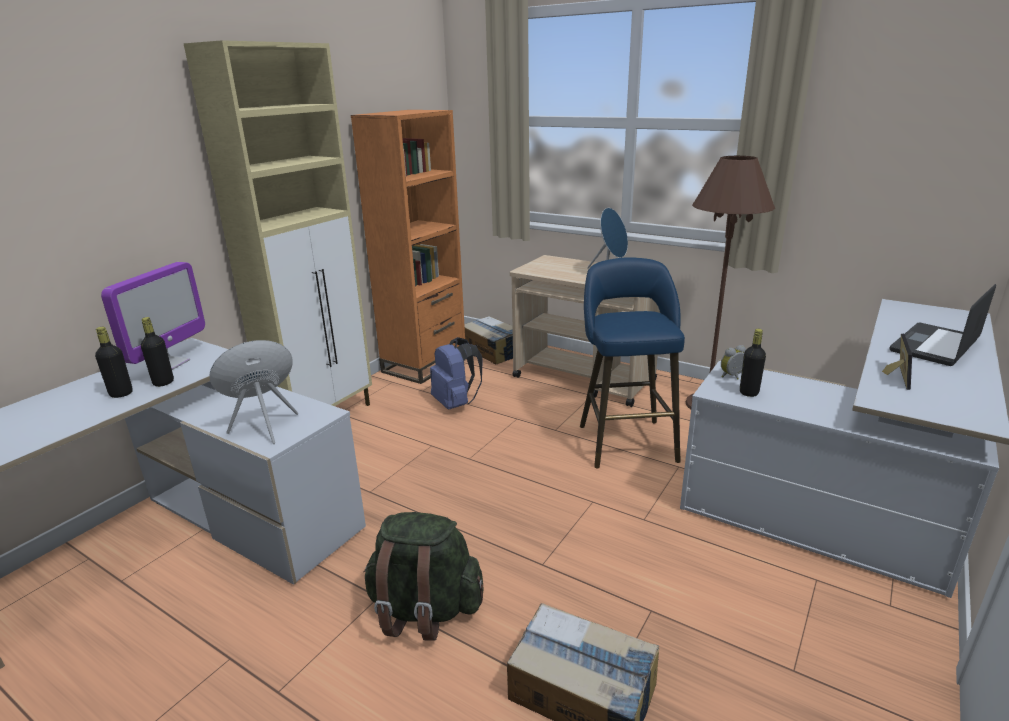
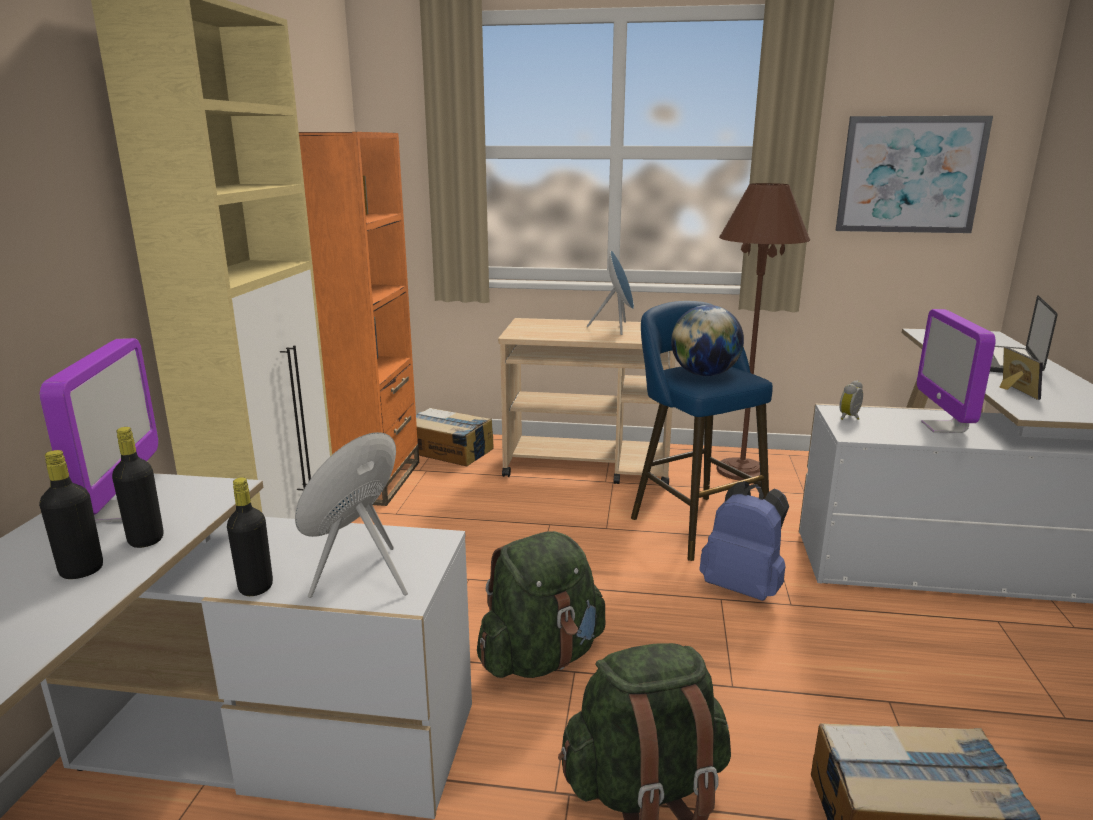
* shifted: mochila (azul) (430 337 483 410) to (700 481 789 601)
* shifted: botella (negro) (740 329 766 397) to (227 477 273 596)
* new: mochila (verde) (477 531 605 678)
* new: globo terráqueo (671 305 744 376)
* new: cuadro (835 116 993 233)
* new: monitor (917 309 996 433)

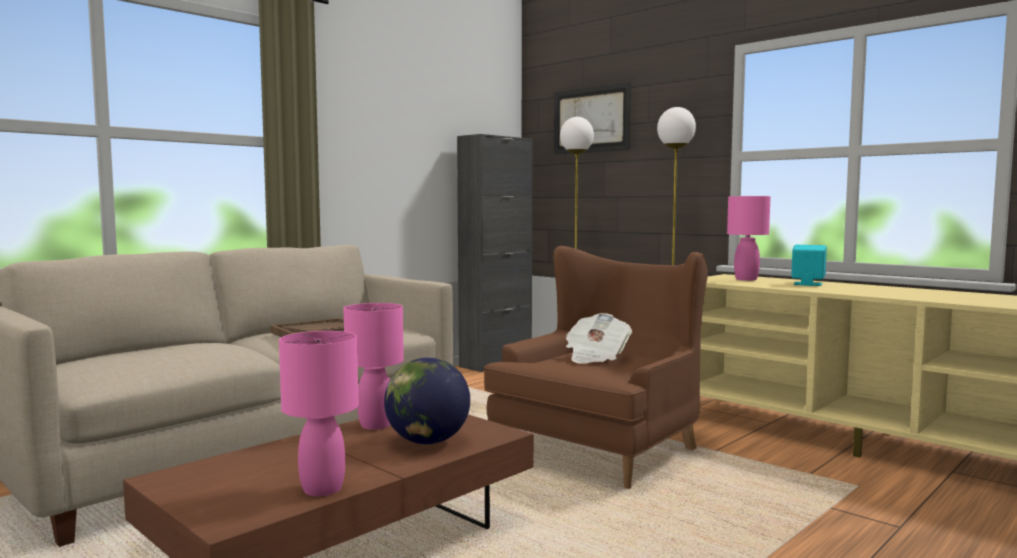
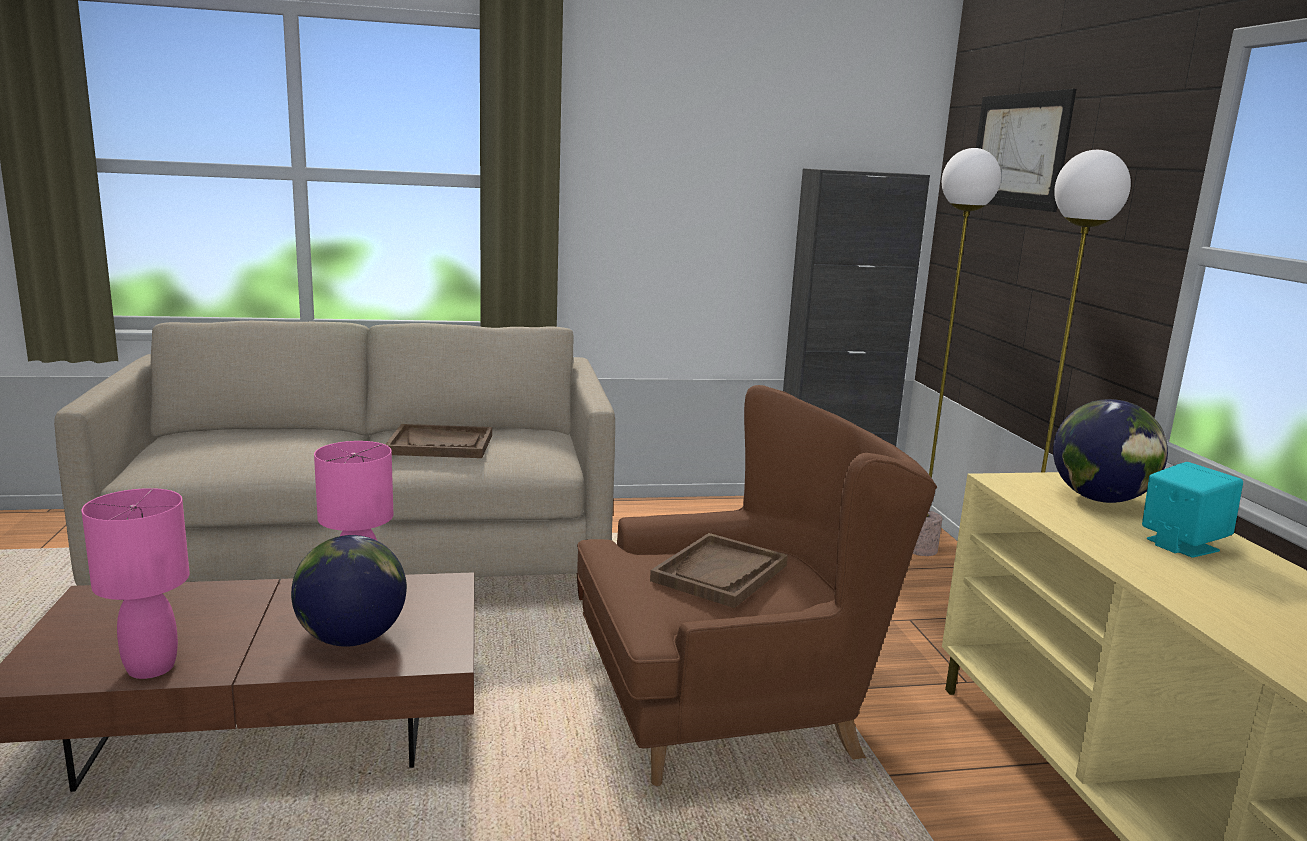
* swapped: periódico (565 313 632 364) to bandeja (marrón) (650 533 788 608)
* swapped: lámpara de mesa (rosa) (727 196 771 281) to globo terráqueo (1053 399 1168 503)

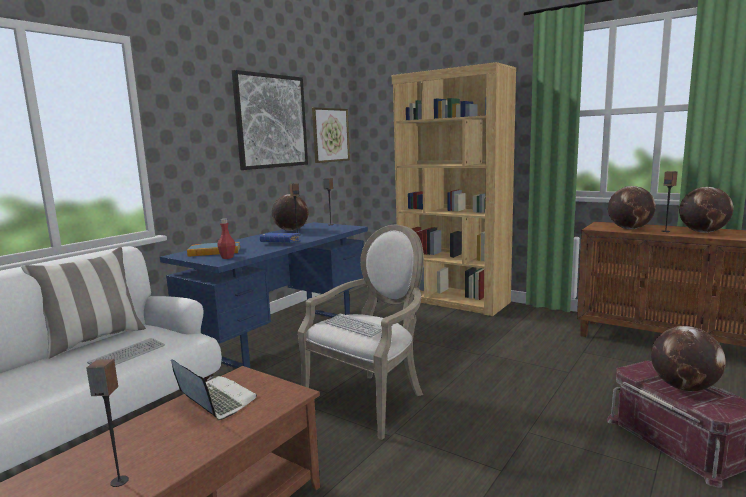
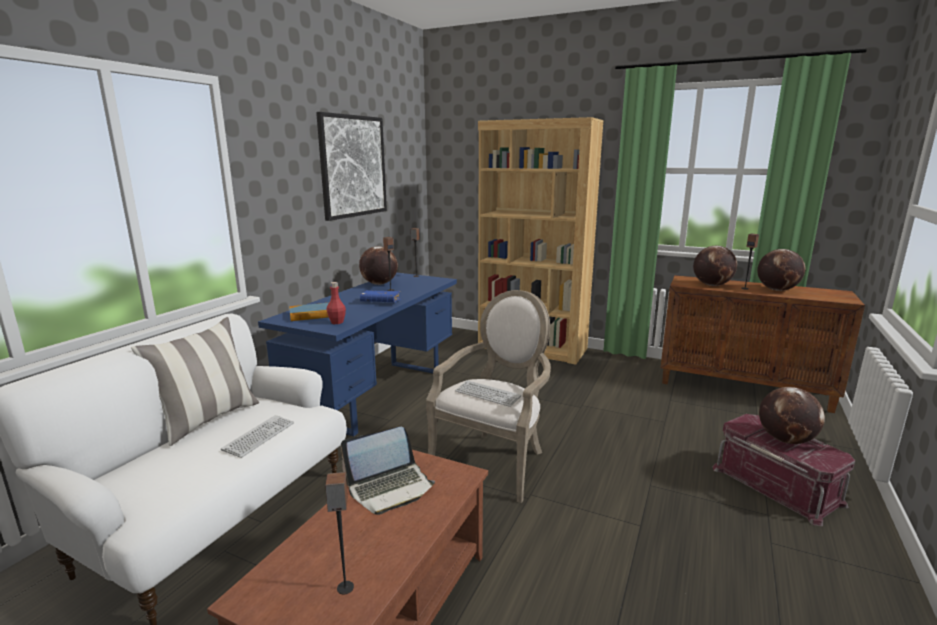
* rotated: portátil (171 359 257 420) = (341 427 435 515) 120 degrees clockwise
* gone: cuadro (312 107 350 163)

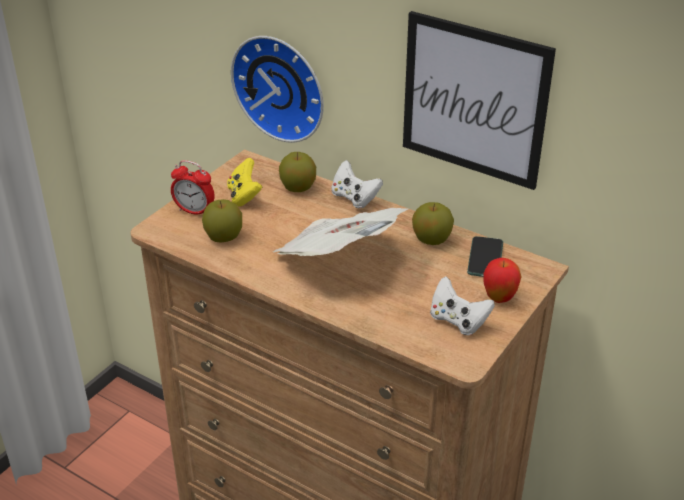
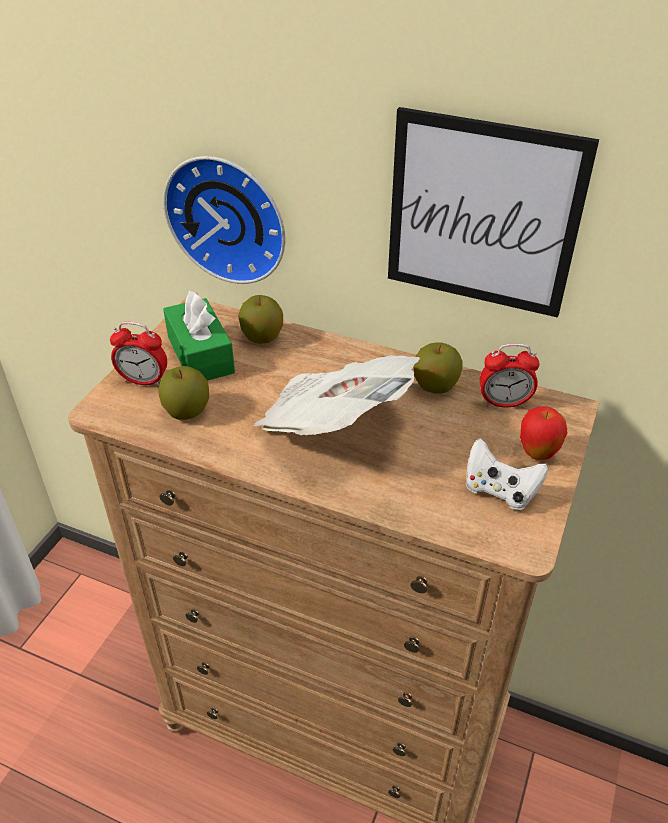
* swapped: mando de consola (amarillo) (227 158 262 207) to caja de pañuelos (verde) (163 291 235 381)
* gone: mando de consola (blanco) (331 160 383 208)
* swapped: móvil (467 236 503 277) to despertador (480 343 540 407)

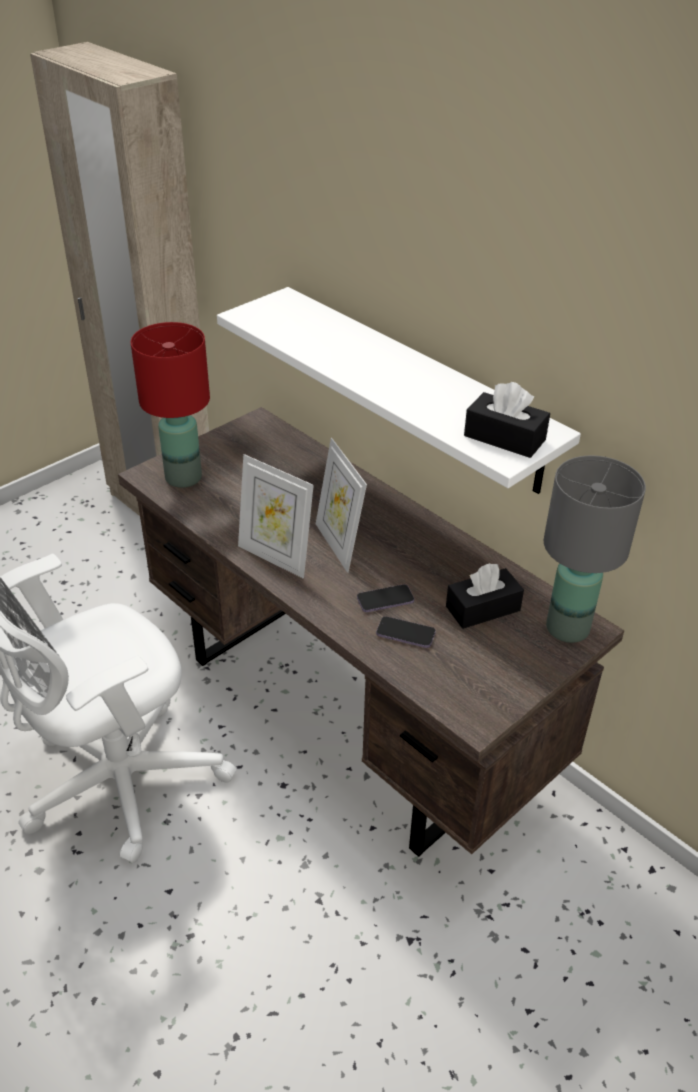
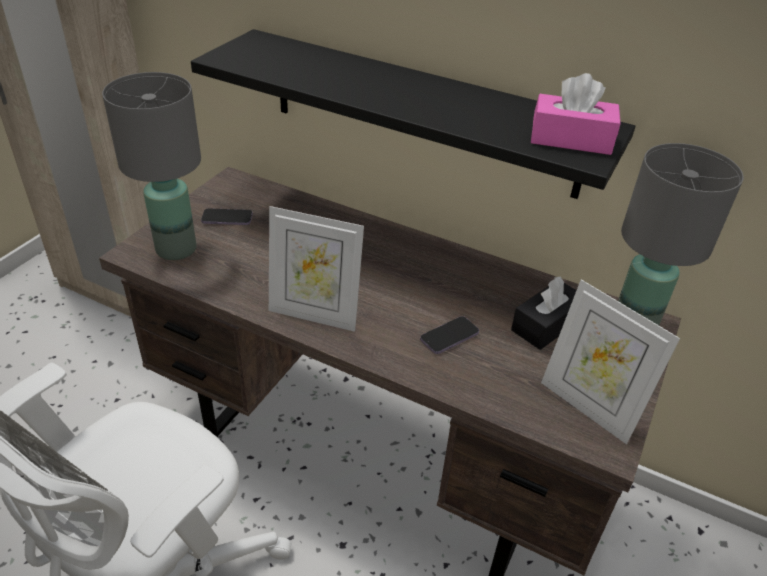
* repainted: lámpara de mesa (rojo) (131 322 210 488) to lámpara de mesa (gris) (102 72 201 260)
* repainted: estante (blanco) (217 287 581 494) to estante (negro) (191 29 635 199)
* shifted: portarretratos (316 438 367 573) to (541 279 680 444)
* shifted: móvil (376 616 436 648) to (201 208 253 225)
* repainted: caja de pañuelos (negro) (464 382 550 458) to caja de pañuelos (rosa) (531 73 621 155)

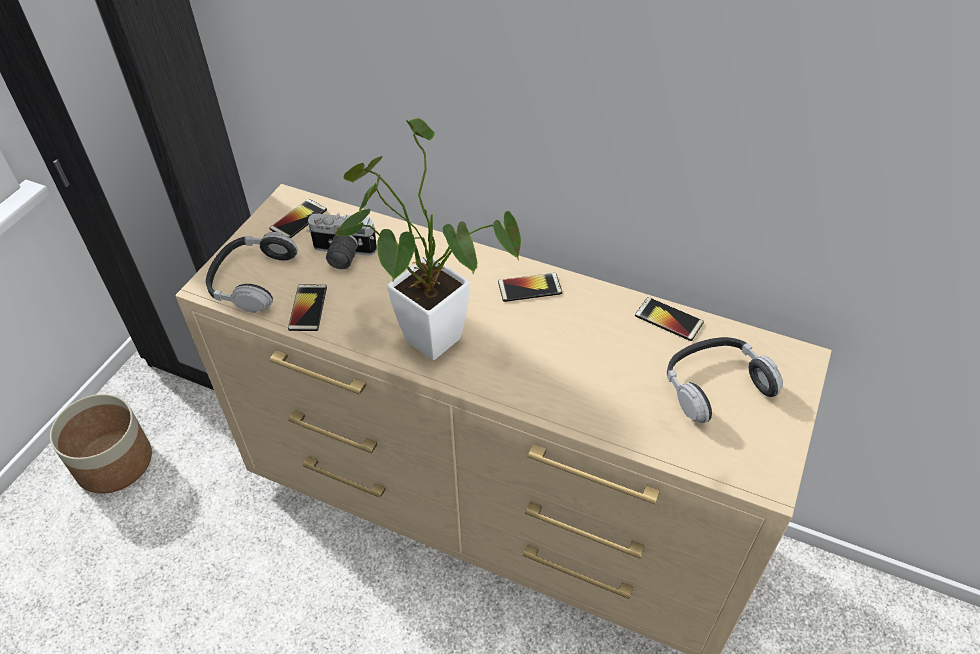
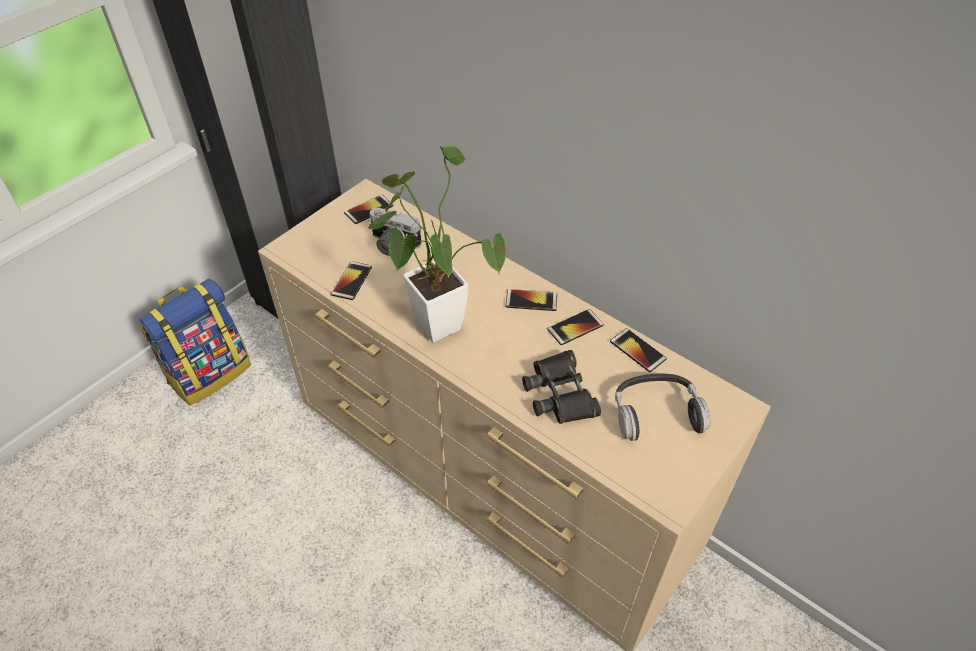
* swapped: maceta (50 394 152 494) to mochila (139 279 251 405)
* gone: auriculares (206 232 298 313)
* new: prismáticos (negro) (522 350 601 424)
* new: móvil (547 309 604 345)

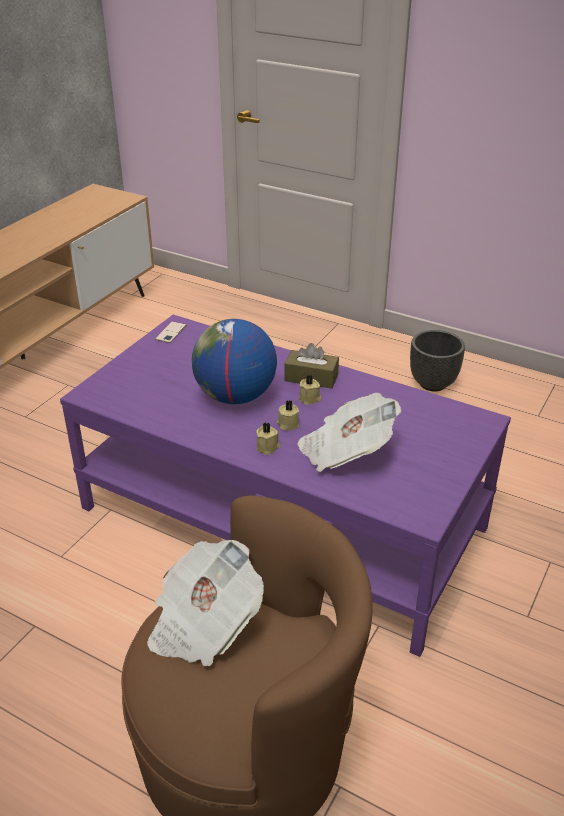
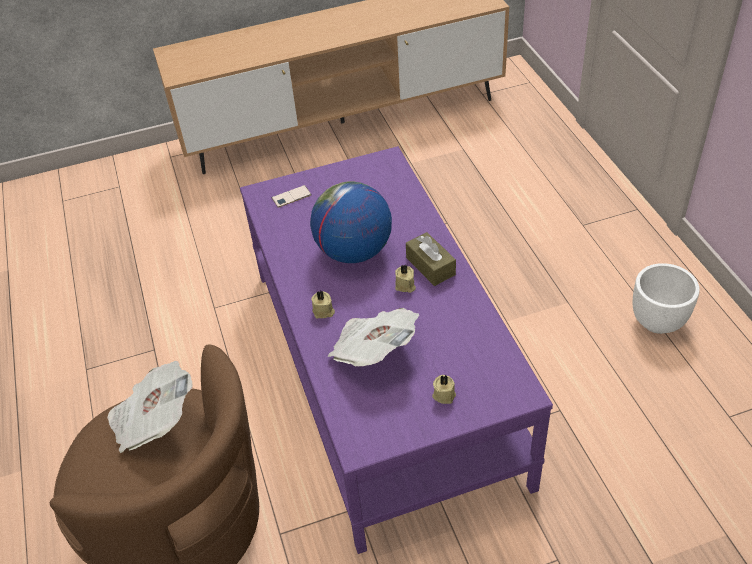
* shifted: móvil (155 321 187 343) to (272 185 312 208)
* shifted: vela (beis) (276 400 300 430) to (432 375 456 404)
* repainted: maceta (negro) (410 330 465 391) to maceta (blanco) (633 263 700 334)

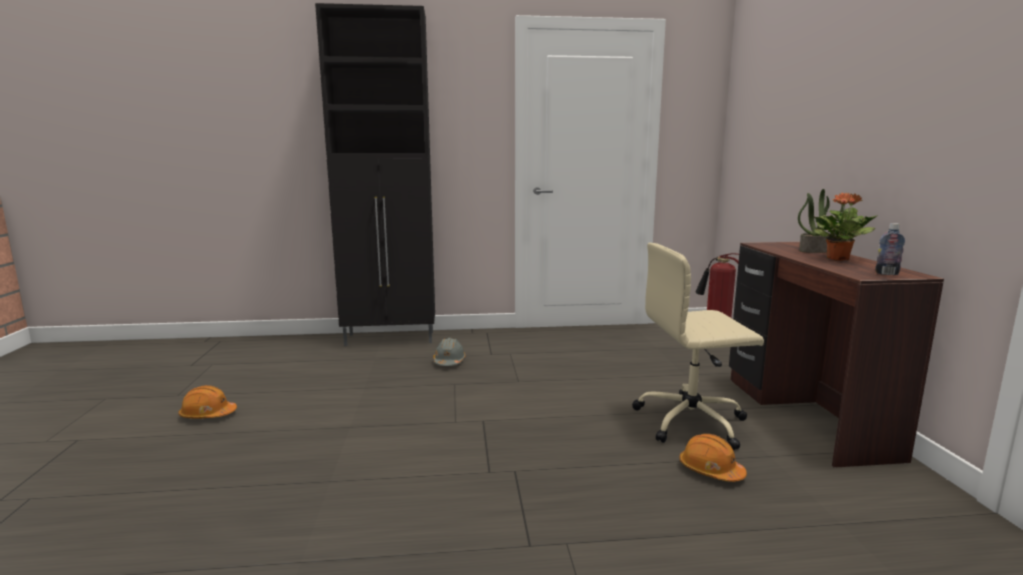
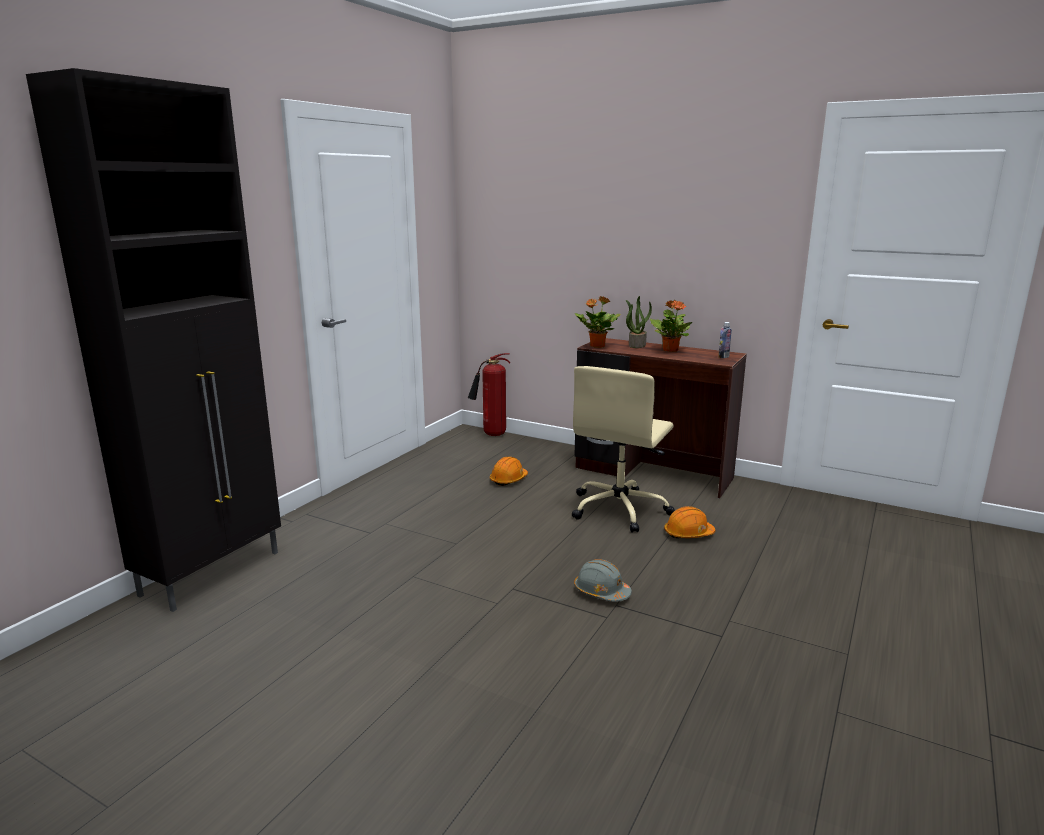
* shifted: casco (naranja) (179 385 237 419) to (490 457 528 486)
* shifted: casco (gris) (433 338 466 366) to (574 559 632 602)
* new: planta en maceta (575 296 621 348)

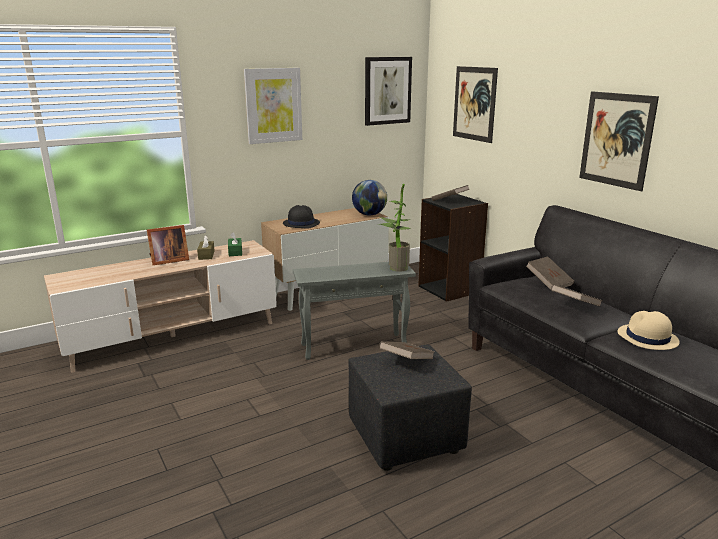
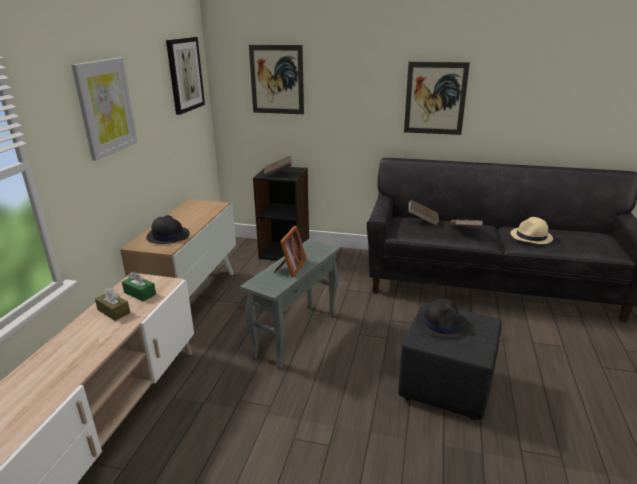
* shifted: portarretratos (147 225 189 265) to (274 226 307 277)
* gone: globo terráqueo (352 180 387 216)
* gone: planta en maceta (379 184 411 272)
* swapped: libro (marrón) (379 341 434 359) to sombrero (negro) (417 299 469 338)

